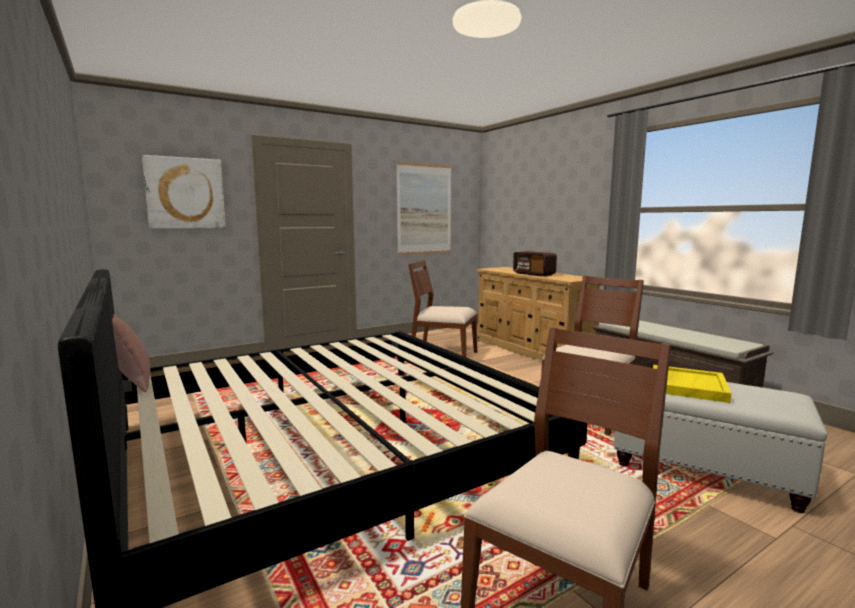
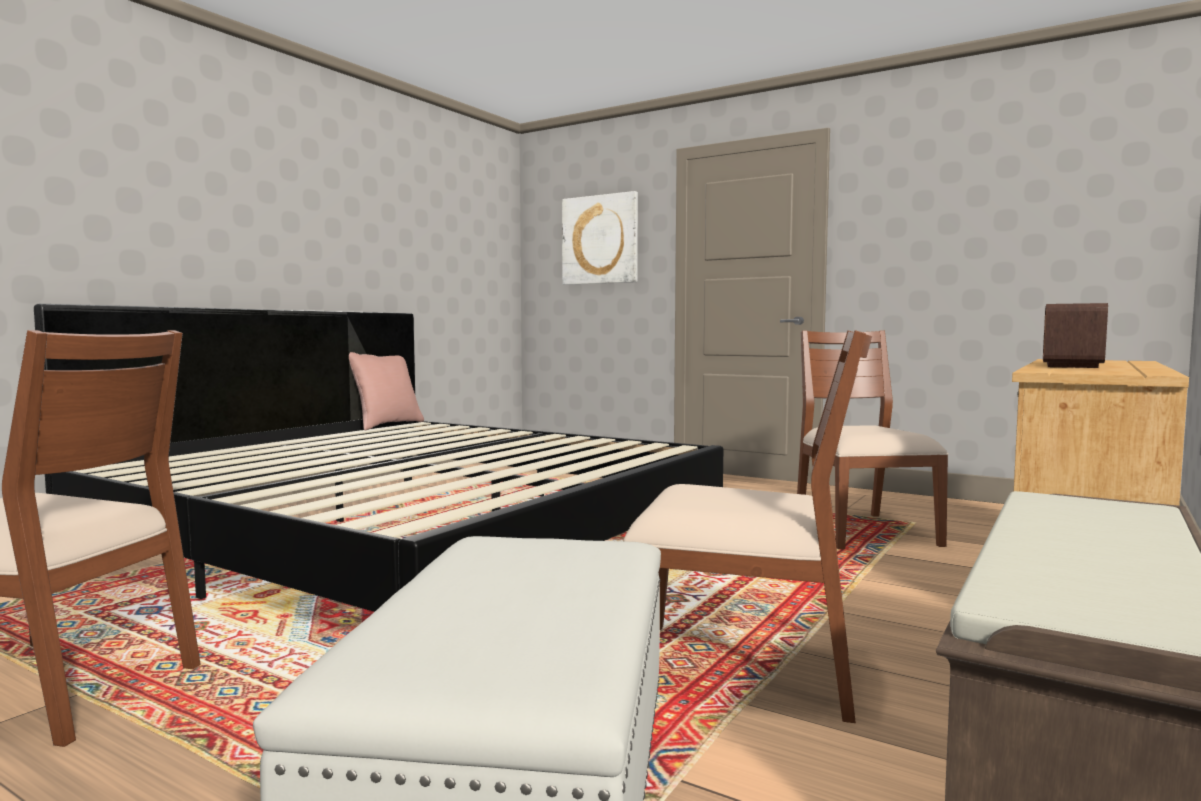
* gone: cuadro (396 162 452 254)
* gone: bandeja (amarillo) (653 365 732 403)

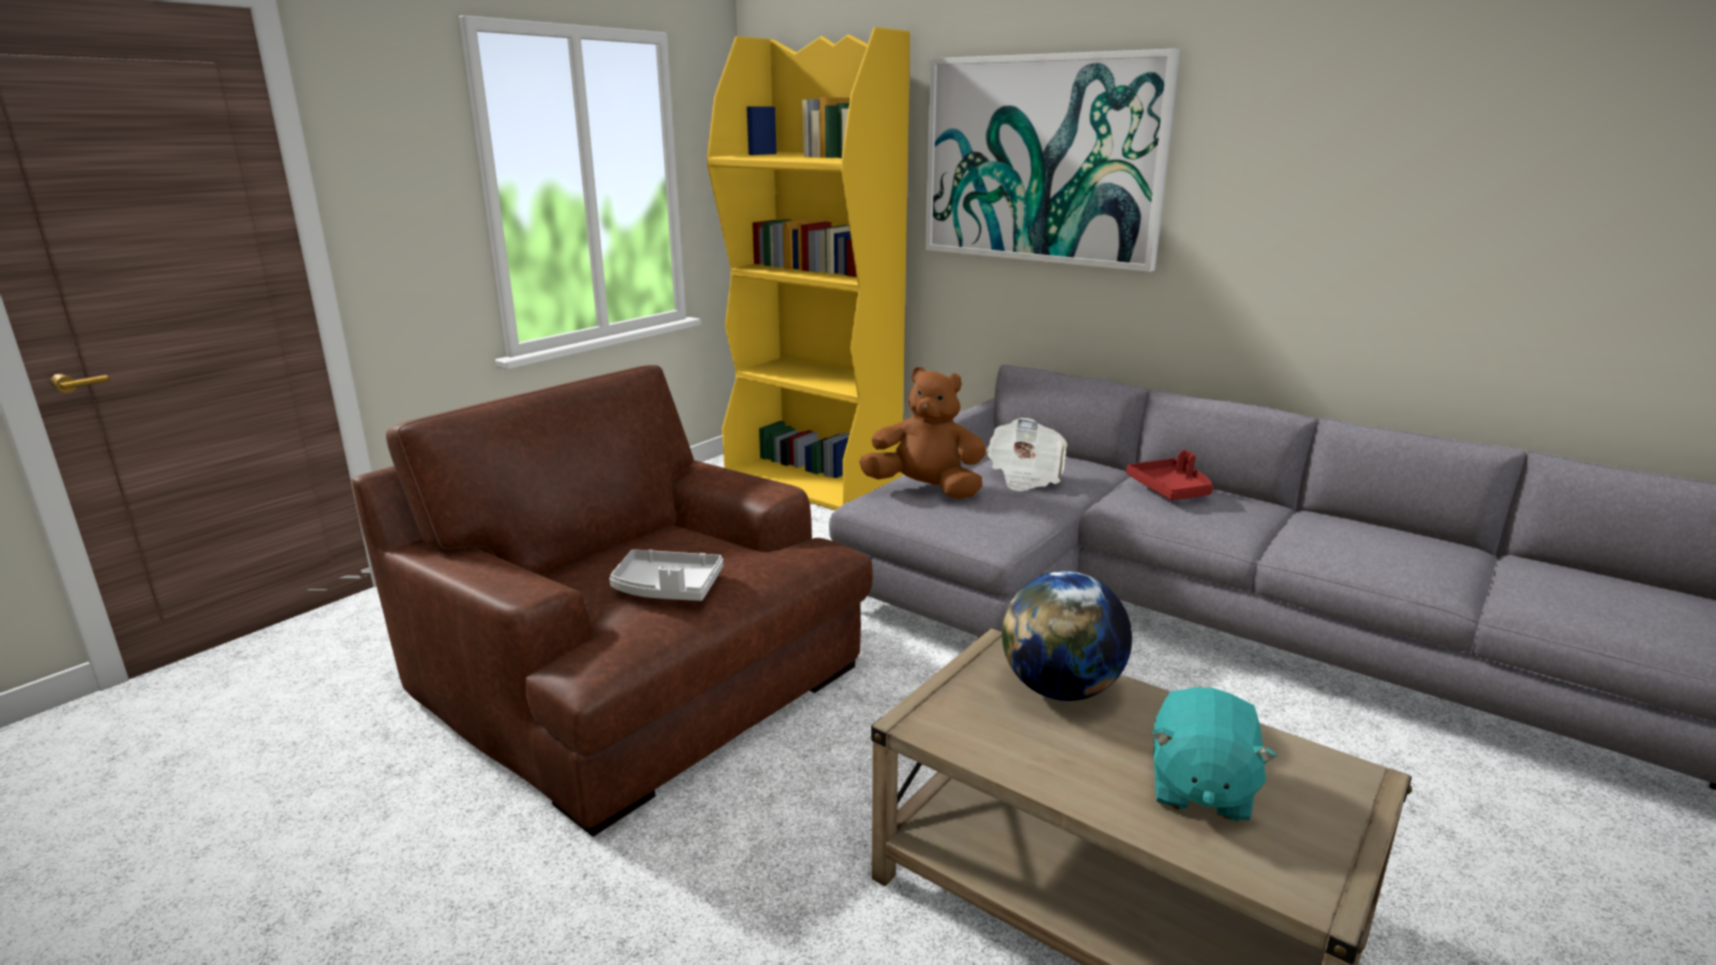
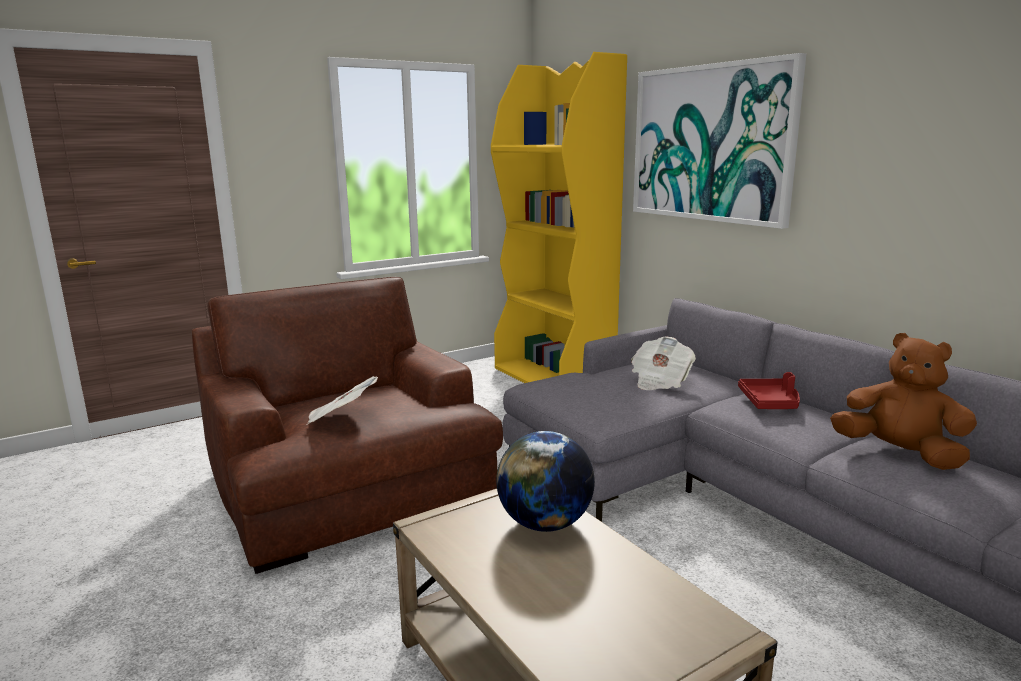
* swapped: bandeja (gris) (609 549 723 601) to periódico (306 376 378 425)
* shifted: peluche (marrón) (859 367 986 499) to (830 333 977 470)
* gone: peluche (turquesa) (1151 687 1277 822)

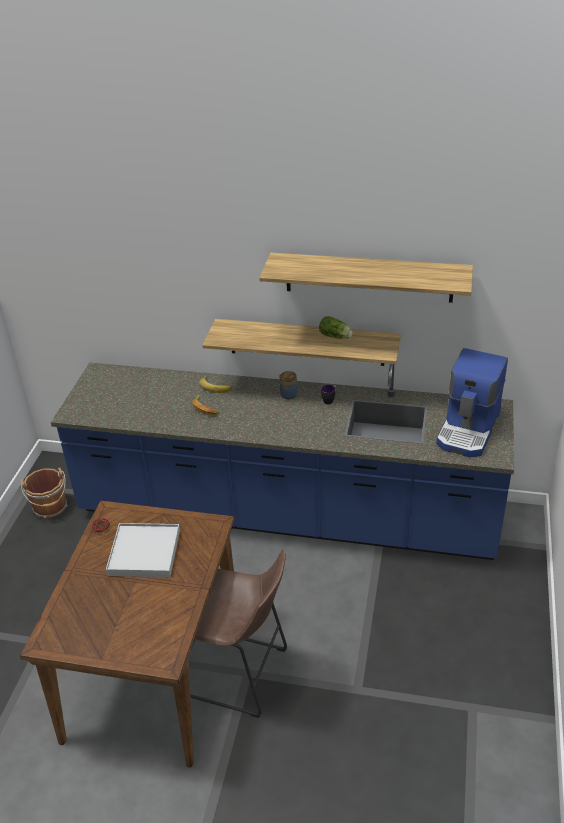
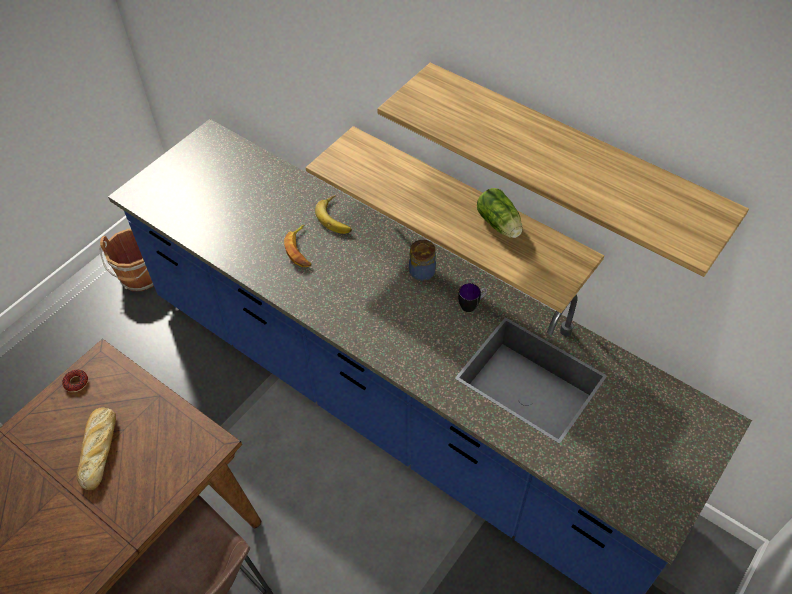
* swapped: bandeja (blanco) (106 523 180 577) to pan (77 407 116 490)
* gone: cafetera (436 348 508 458)

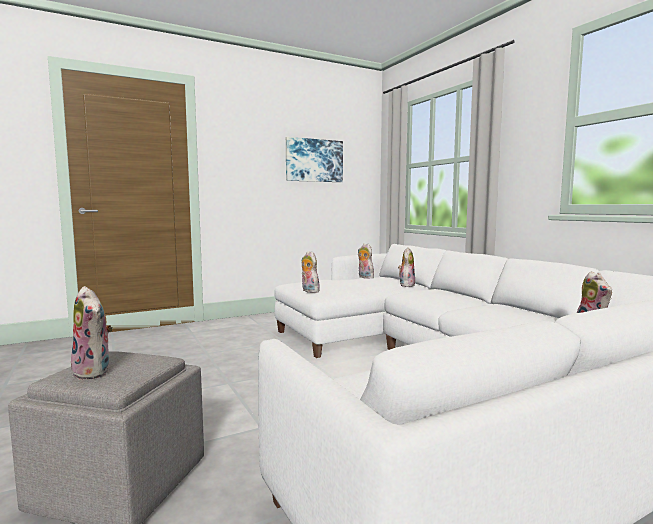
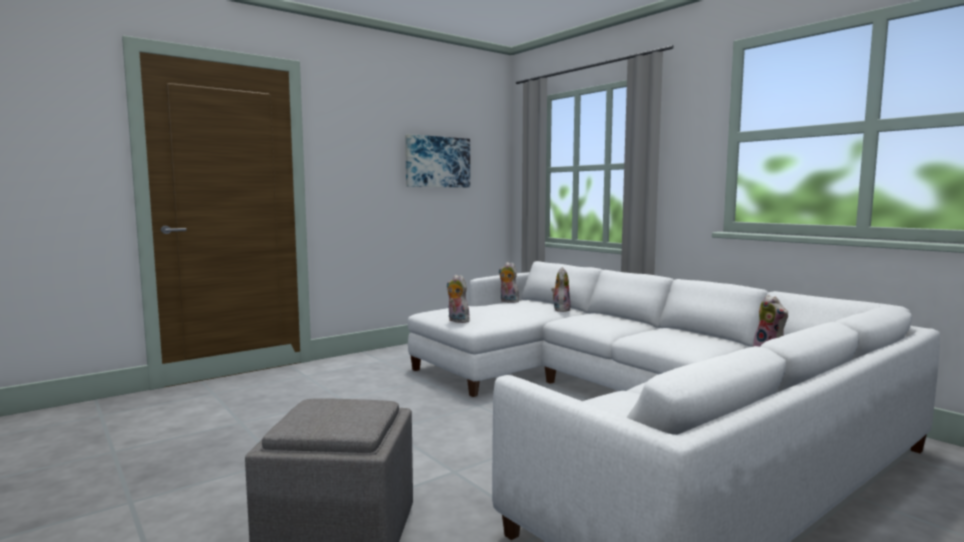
* gone: peluche (71 286 113 380)

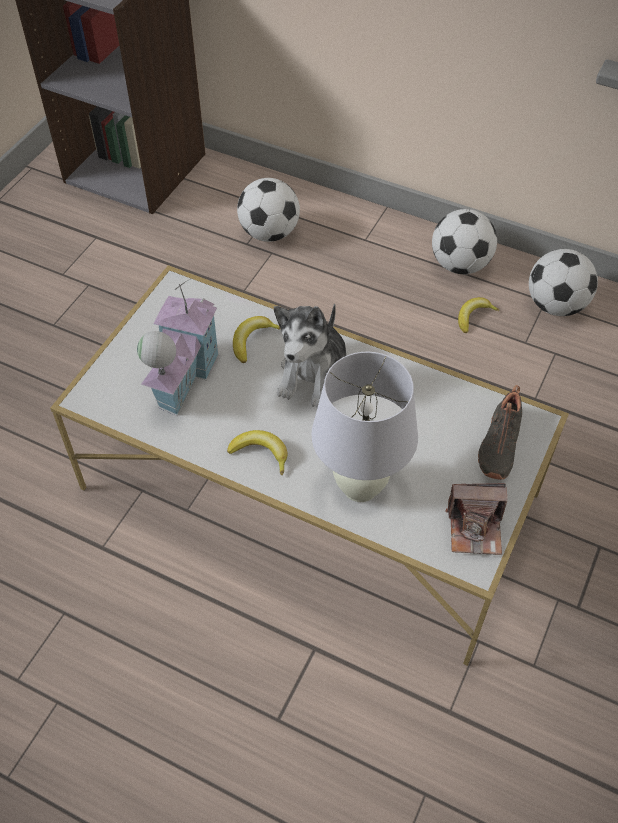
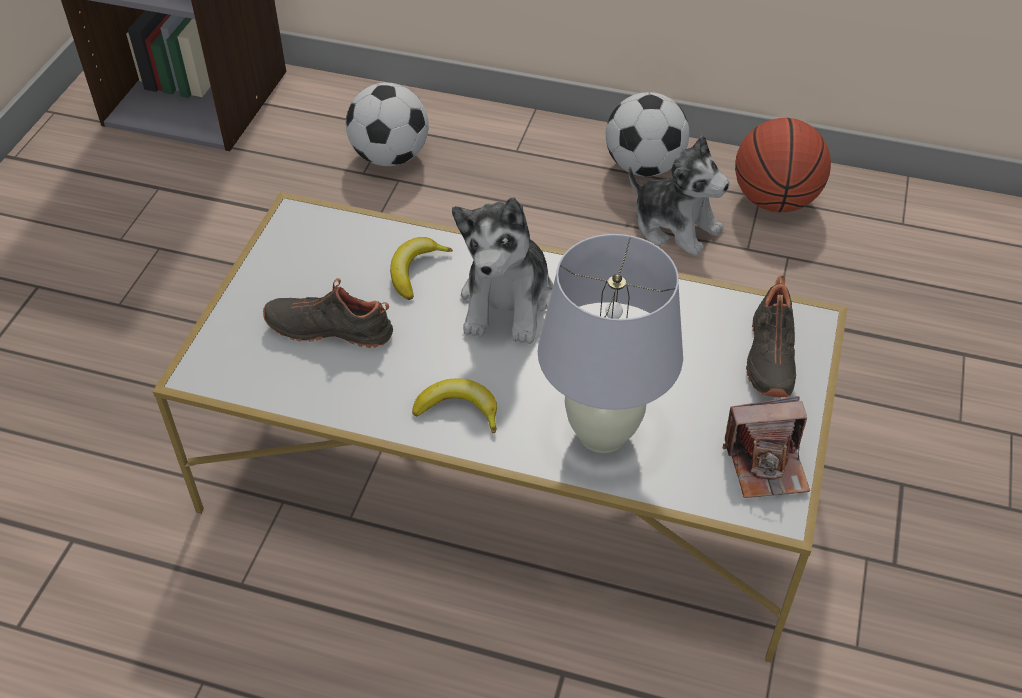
* swapped: casita (137 279 220 416) to zapato (negro) (263 278 393 348)
* swapped: plátano (458 297 499 333) to peluche (629 135 730 257)
* swapped: balón de fútbol (529 249 598 316) to balón de baloncesto (735 118 831 212)

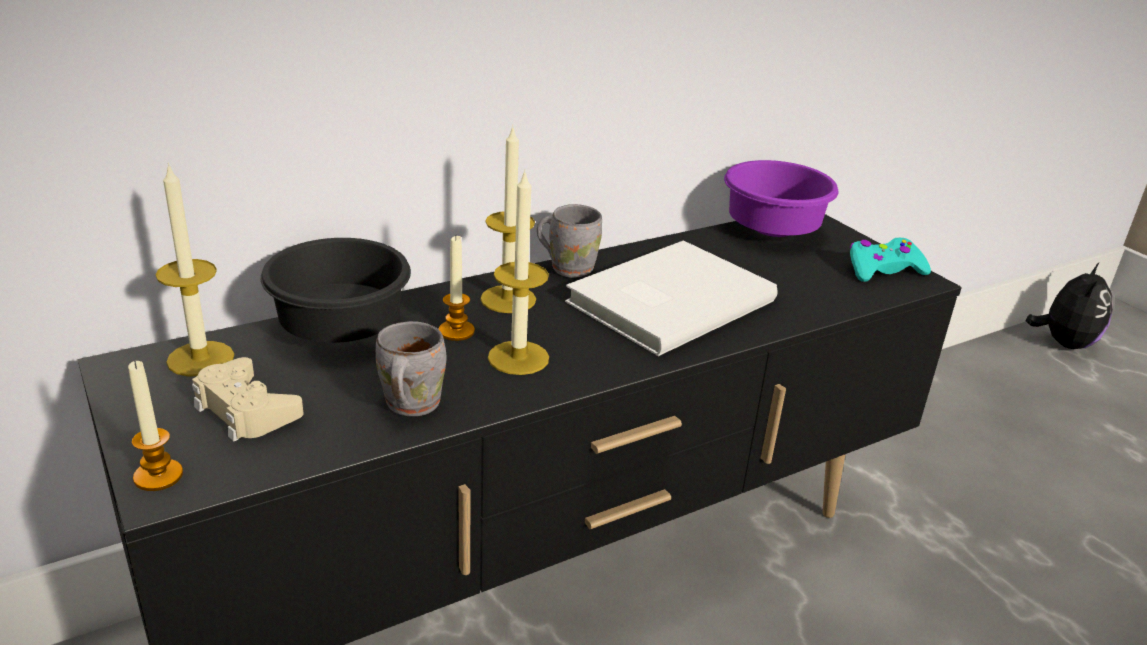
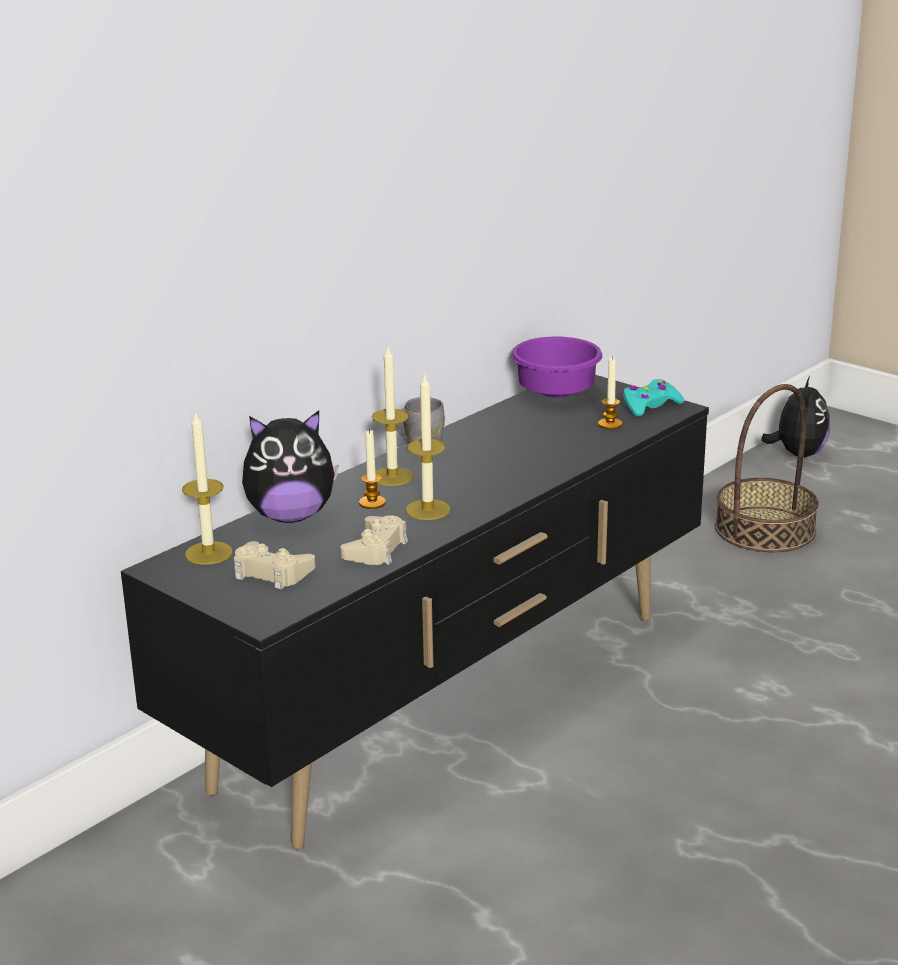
* shifted: vela (128 360 183 491) to (598 357 622 429)
* swapped: cuenco (negro) (261 238 411 343) to peluche (242 411 339 523)
* swapped: taza grande (gris) (375 321 447 416) to mando de consola (beis) (340 515 408 565)
* gone: libro (blanco) (565 240 778 356)
* new: cesta (715 384 818 552)

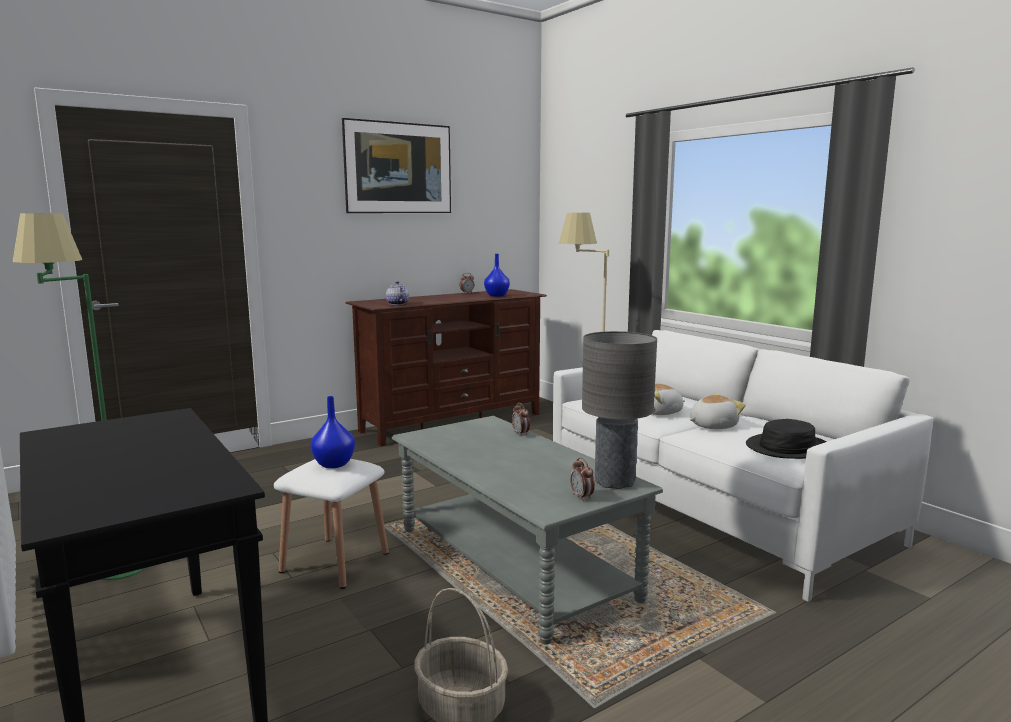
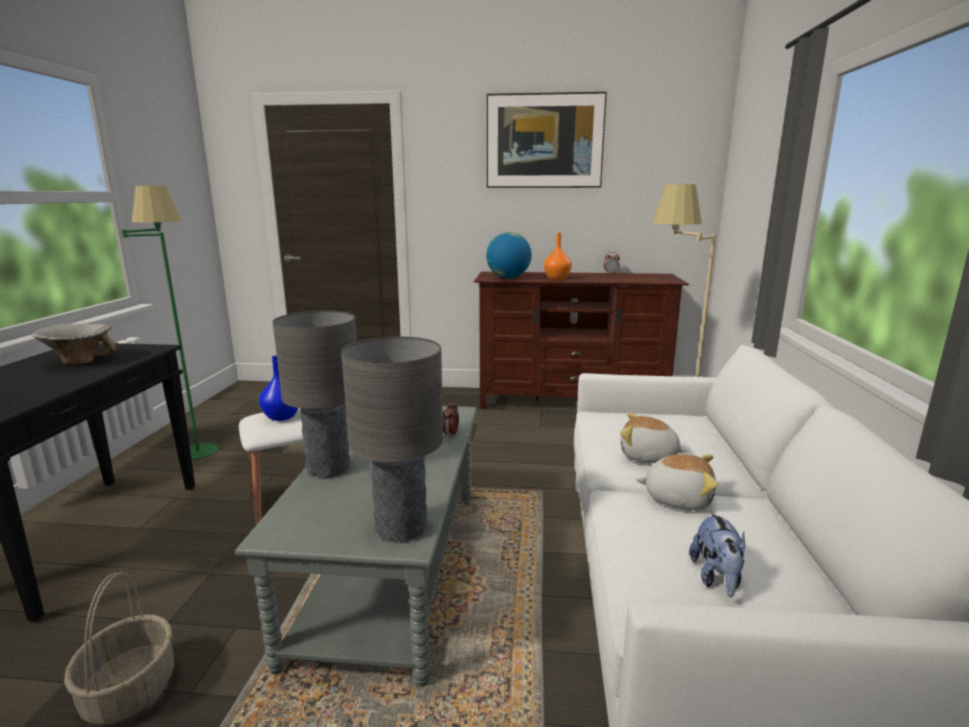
* swapped: tetera (386 281 409 305) to globo terráqueo (486 232 531 278)
* gone: florero (azul) (484 254 510 297)
* gone: despertador (570 457 595 501)
* swapped: sombrero (negro) (746 419 826 459) to peluche (689 510 746 597)
* new: cuenco (32 323 116 365)
* new: lámpara de mesa (gris) (272 311 357 479)
* new: florero (naranja) (544 233 572 280)

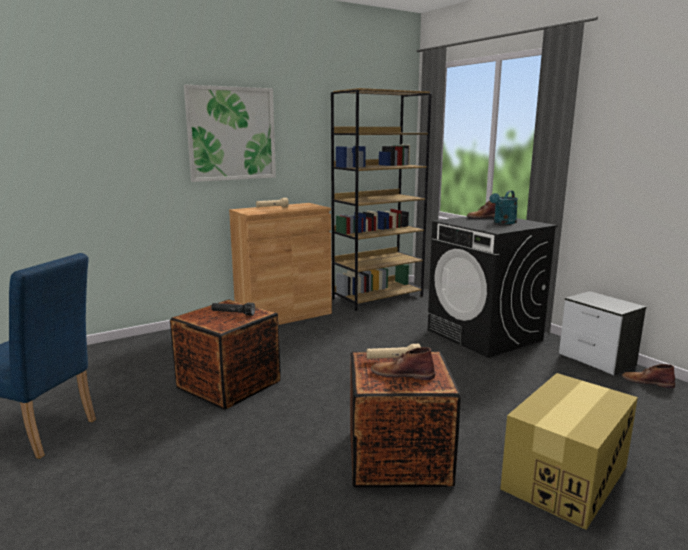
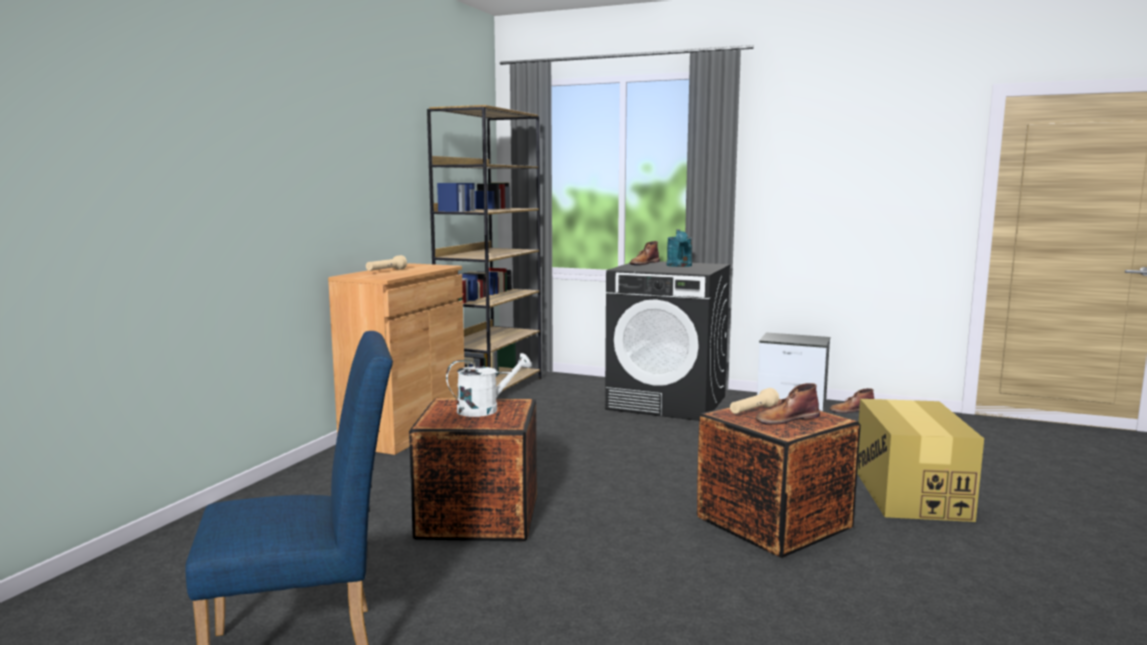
* gone: cuadro (184 85 276 182)
* swapped: linterna (negro) (211 303 255 316) to regadera (blanco) (446 353 531 417)

